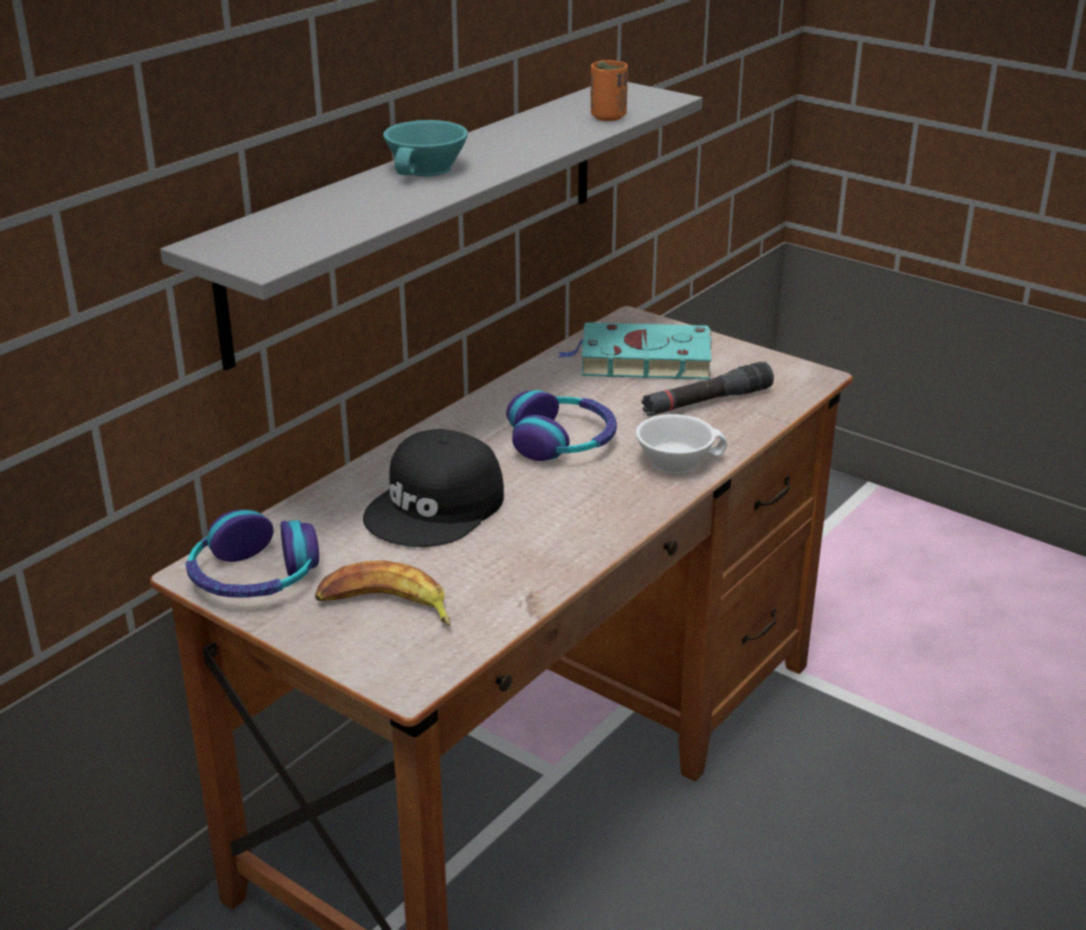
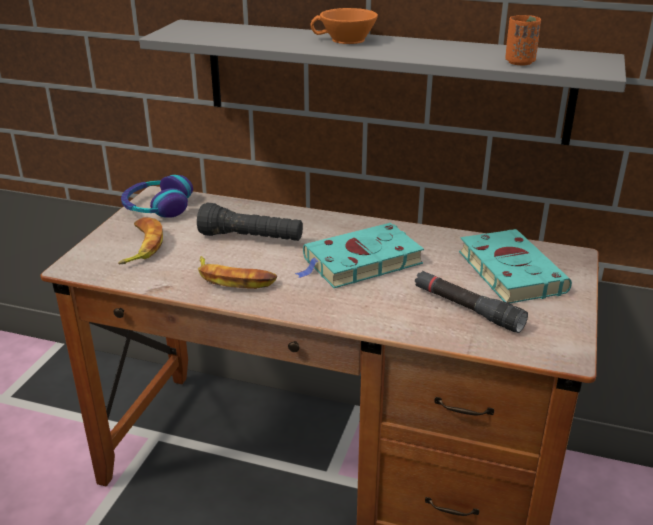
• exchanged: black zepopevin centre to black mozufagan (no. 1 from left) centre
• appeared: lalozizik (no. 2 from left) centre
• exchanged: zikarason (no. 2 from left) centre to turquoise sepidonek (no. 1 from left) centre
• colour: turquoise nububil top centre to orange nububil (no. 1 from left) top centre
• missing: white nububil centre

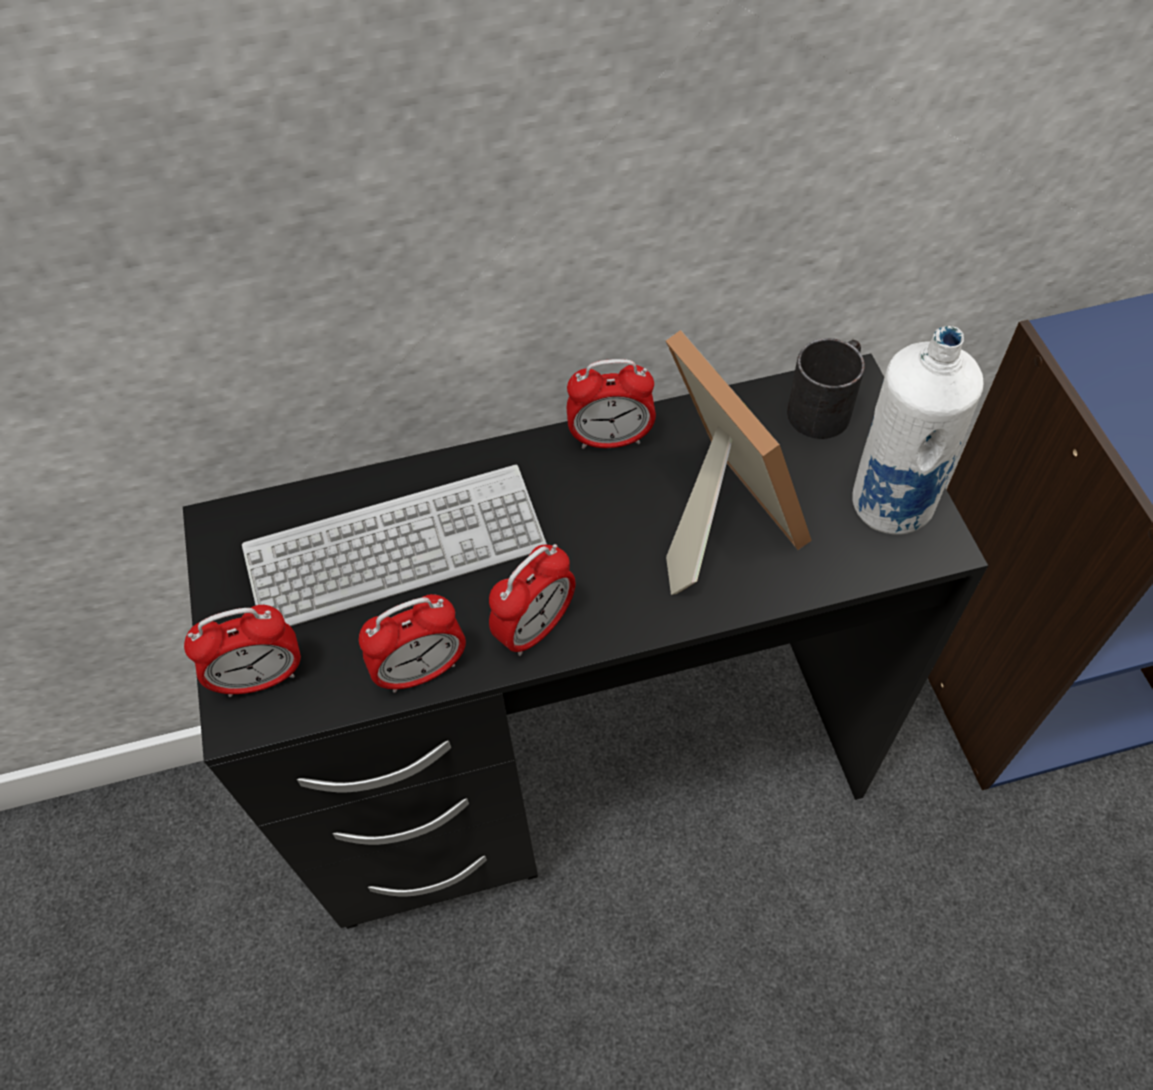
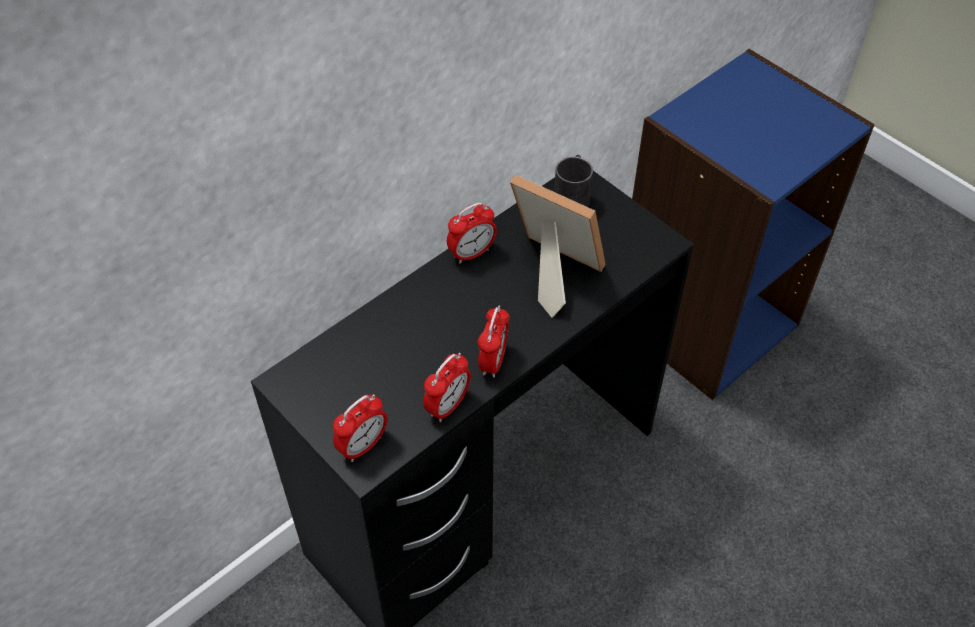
• missing: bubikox centre
• missing: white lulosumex middle right

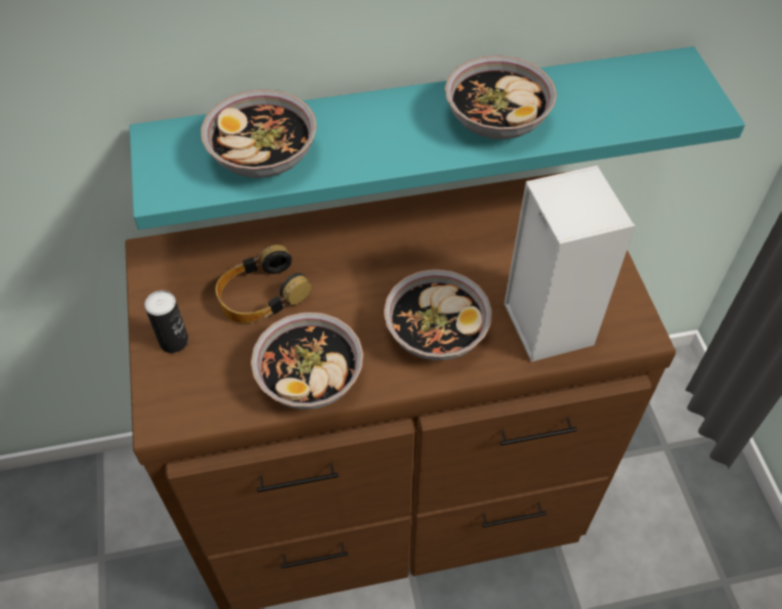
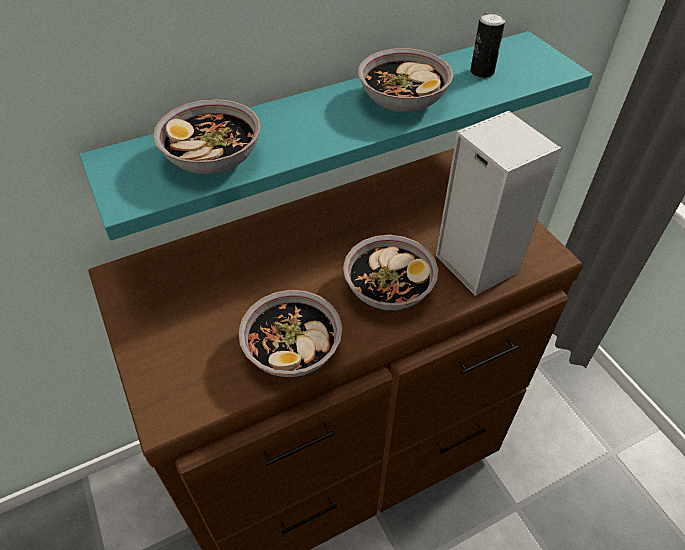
• relocated: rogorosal middle left to top right
• missing: zikarason centre

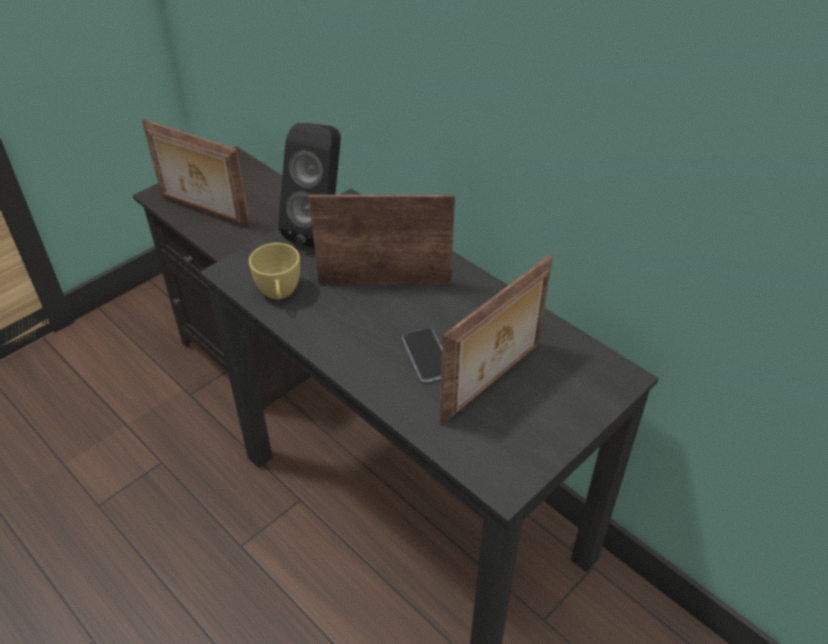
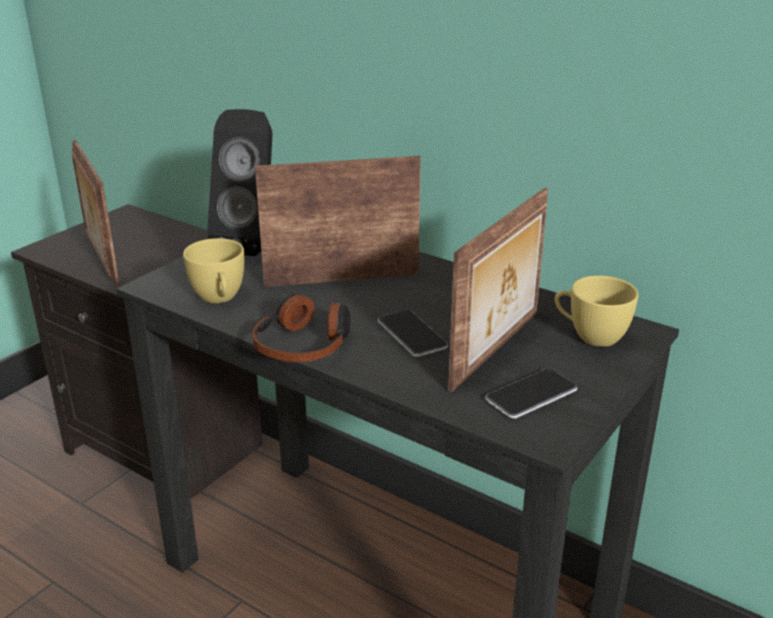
• spun: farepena (no. 1 from left) top left = middle left 45 degrees clockwise
• appeared: zikarason centre
• appeared: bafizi (no. 2 from left) middle right
• appeared: yellow nububil (no. 2 from left) middle right

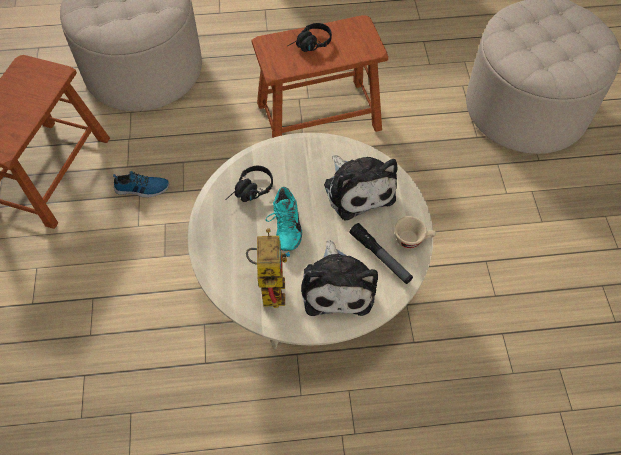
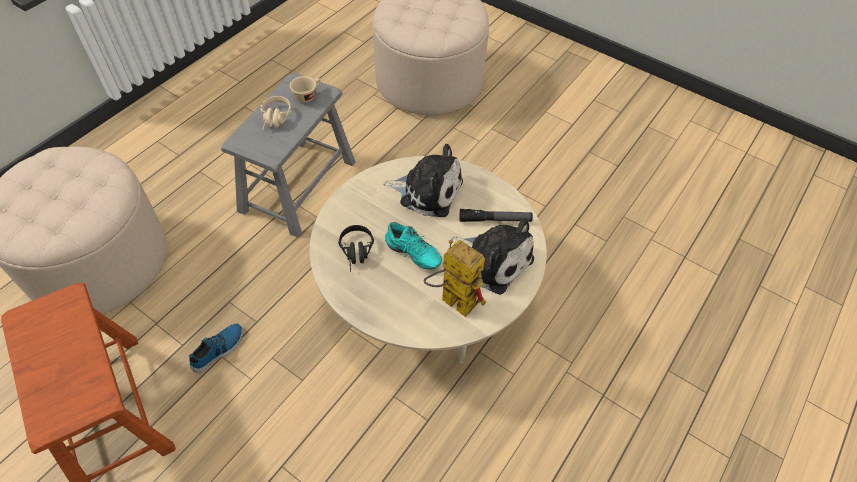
• colour: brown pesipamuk (no. 2 from left) top centre to grey pesipamuk top centre
• colour: black zikarason (no. 2 from left) top centre to beige zikarason top left
• relocated: beige nububil middle right to top centre

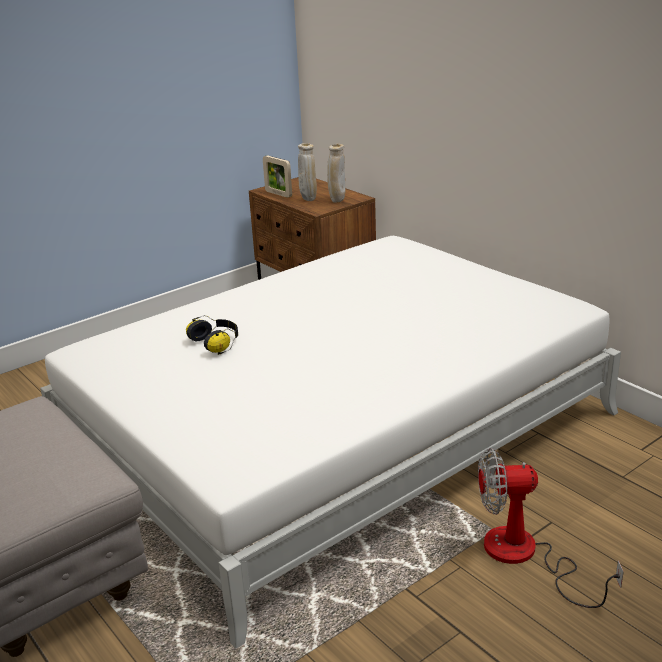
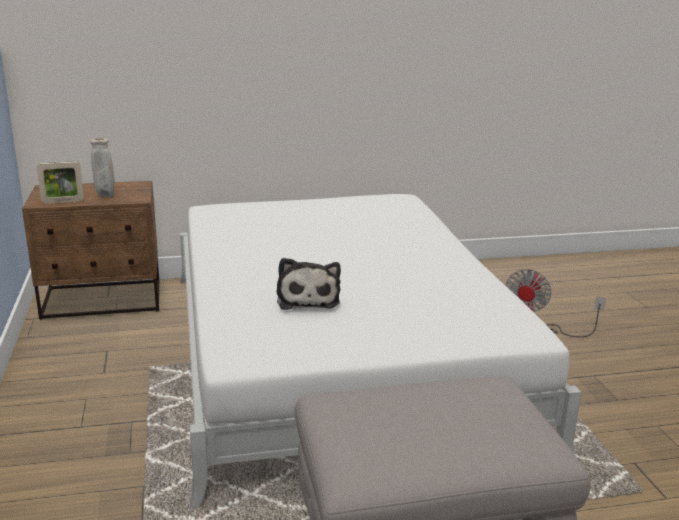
• exchanged: zikarason middle left to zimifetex centre
• missing: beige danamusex (no. 2 from left) top centre

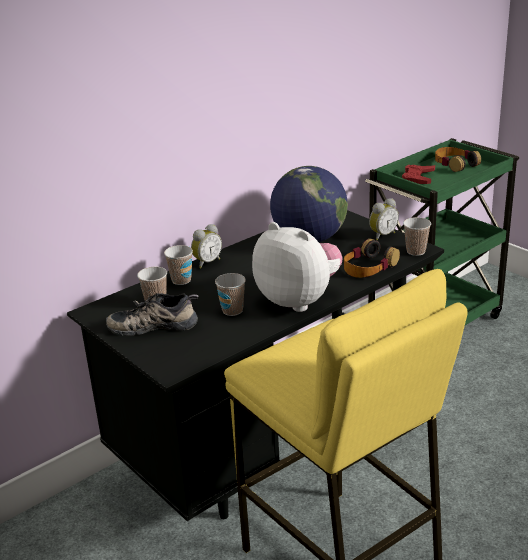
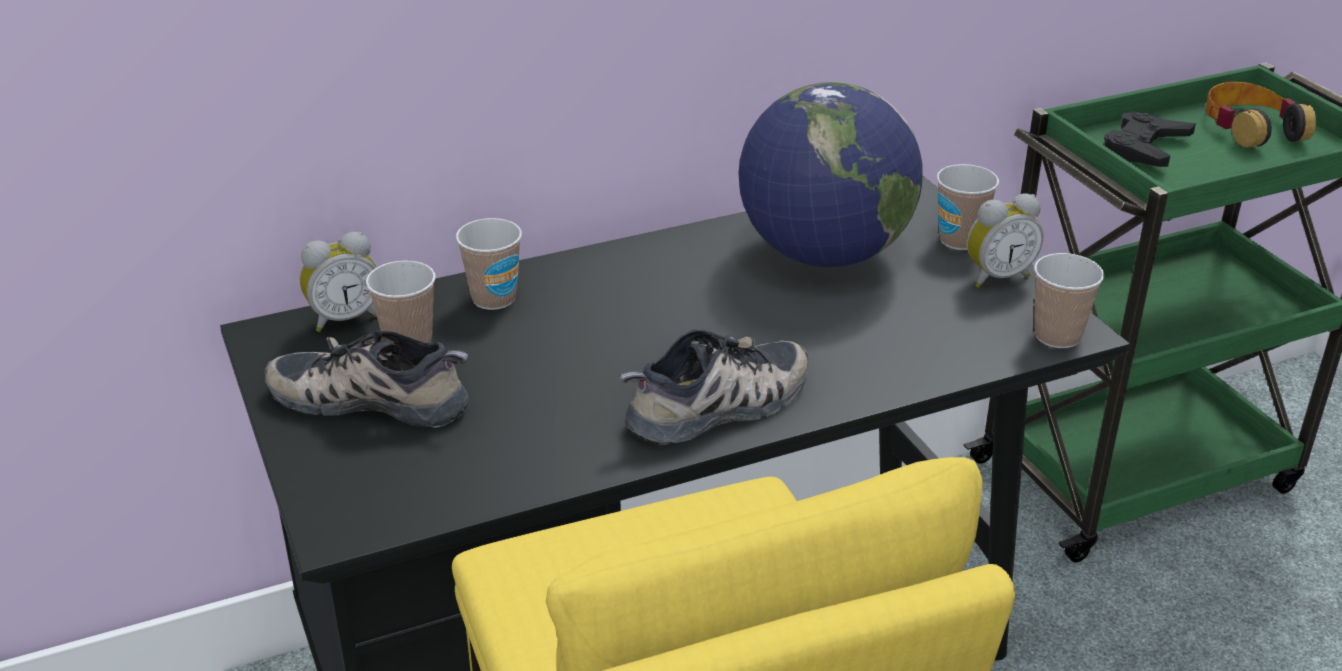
• relocated: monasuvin (no. 1 from left) centre to middle left
• exchanged: zimifetex centre to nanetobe (no. 2 from left) centre
• relocated: nububil (no. 3 from left) centre to top right
• colour: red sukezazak top right to black sukezazak top right
• missing: zikarason (no. 1 from left) middle right

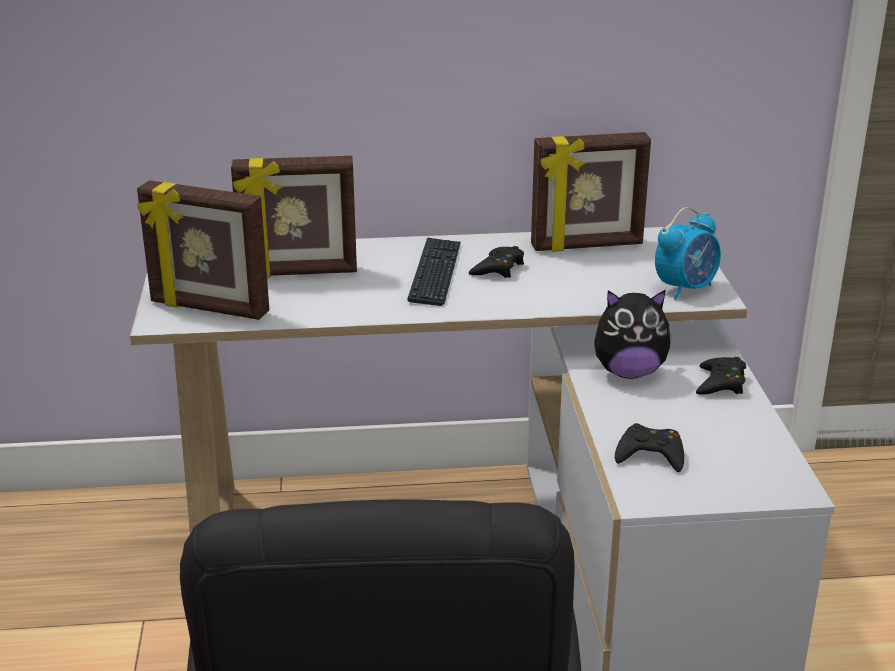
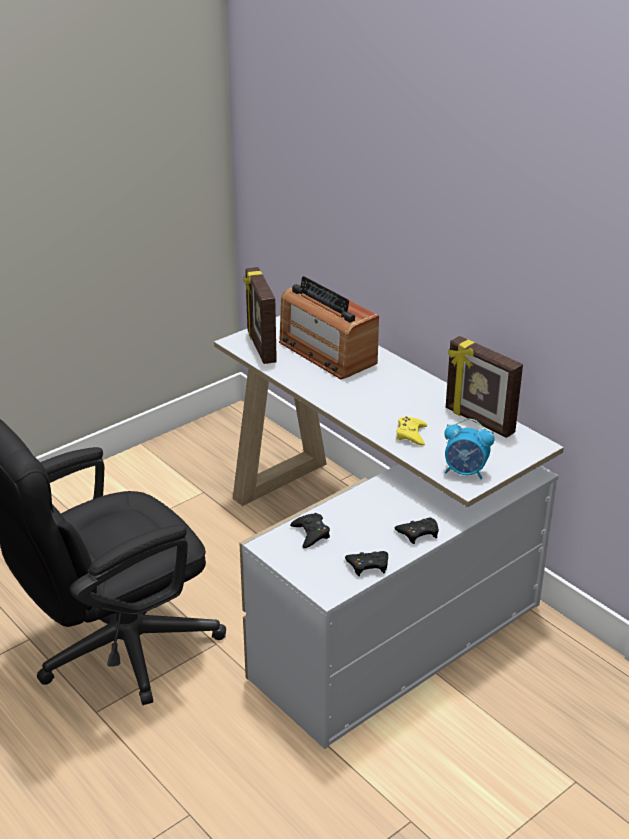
• exchanged: farepena (no. 2 from left) top left to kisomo centre
• relocated: black sukezazak (no. 1 from left in the first image) centre to black sukezazak (no. 2 from left) bottom centre
• appeared: yellow sukezazak centre
• missing: bubikox centre
• missing: zimifetex middle right

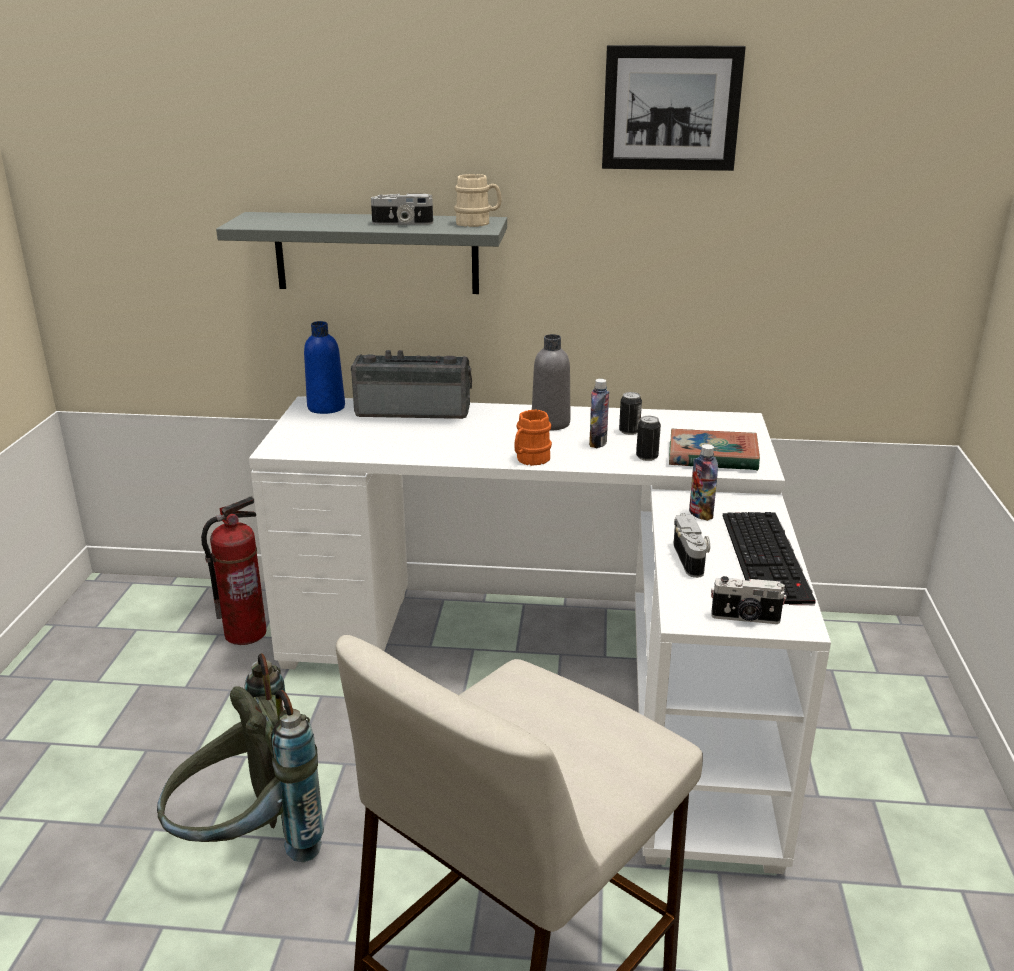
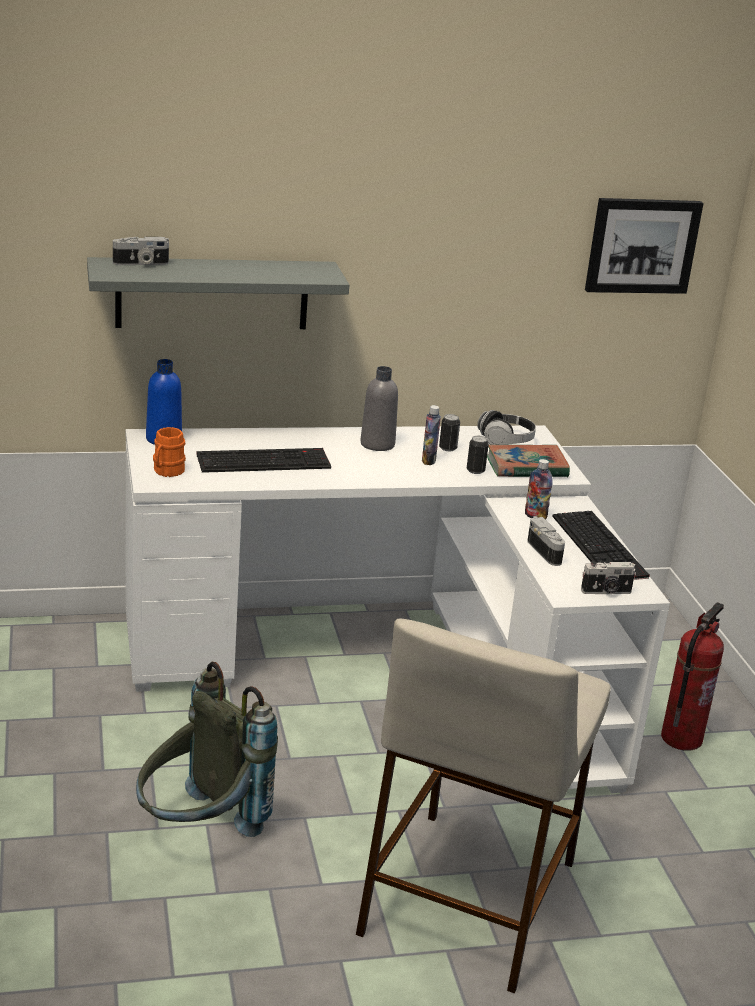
• relocated: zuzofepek (no. 1 from left) top centre to top left
• relocated: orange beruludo centre to middle left
• appeared: bubikox (no. 1 from left) centre
• appeared: zikarason middle right
• relocated: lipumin top centre to top right
• relocated: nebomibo middle left to bottom right
• missing: kisomo centre
• missing: beige beruludo top centre

